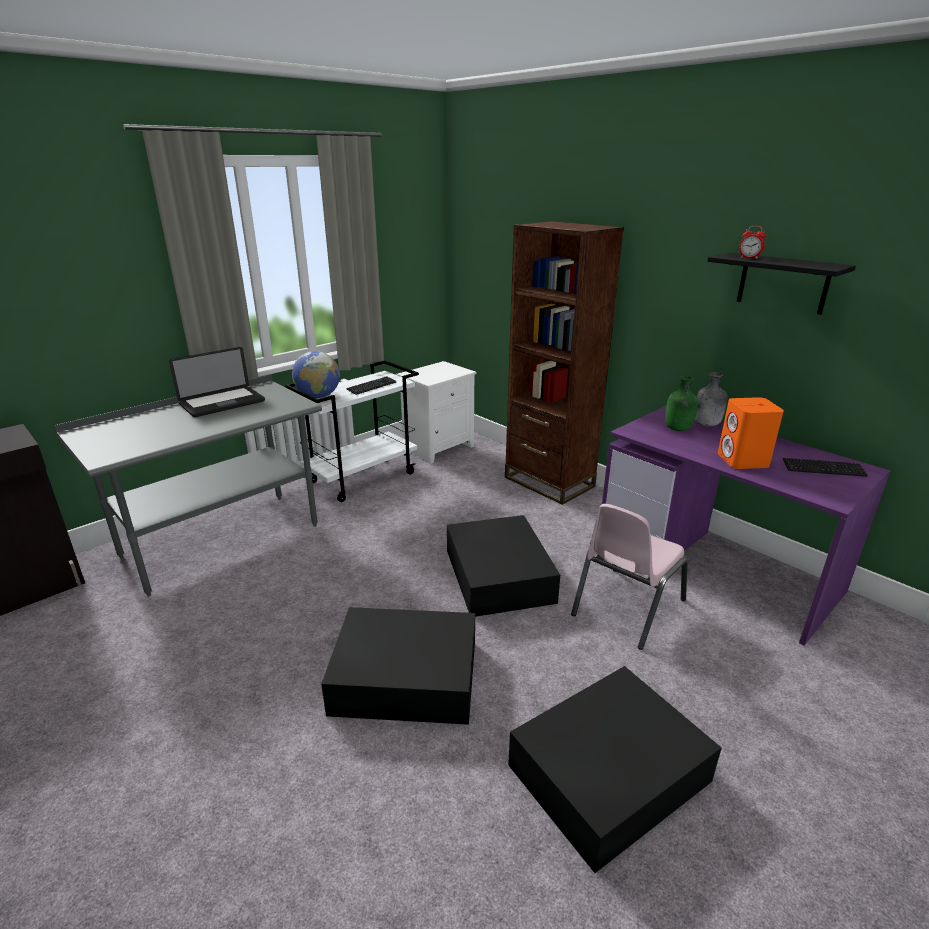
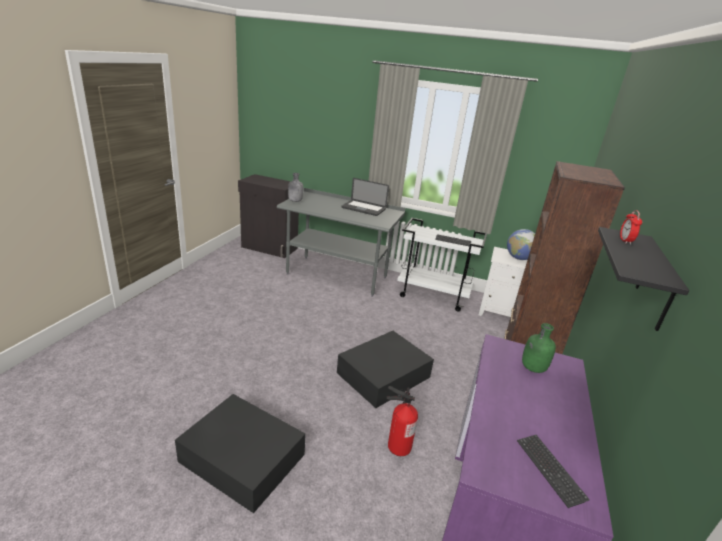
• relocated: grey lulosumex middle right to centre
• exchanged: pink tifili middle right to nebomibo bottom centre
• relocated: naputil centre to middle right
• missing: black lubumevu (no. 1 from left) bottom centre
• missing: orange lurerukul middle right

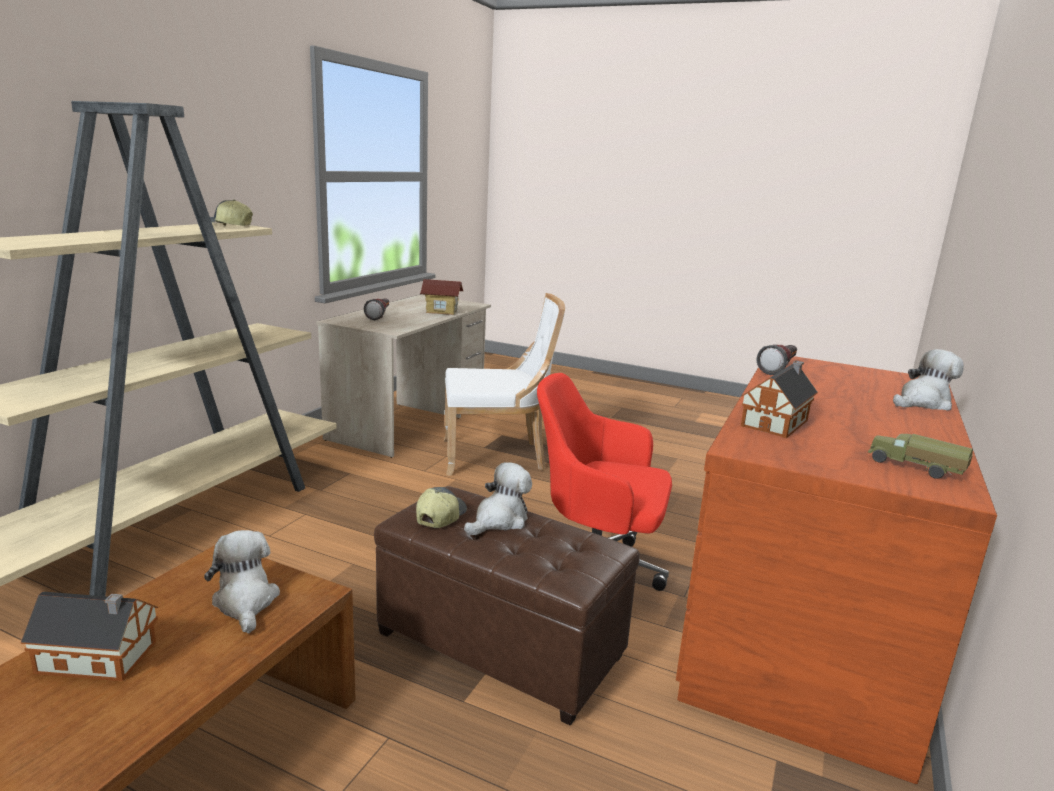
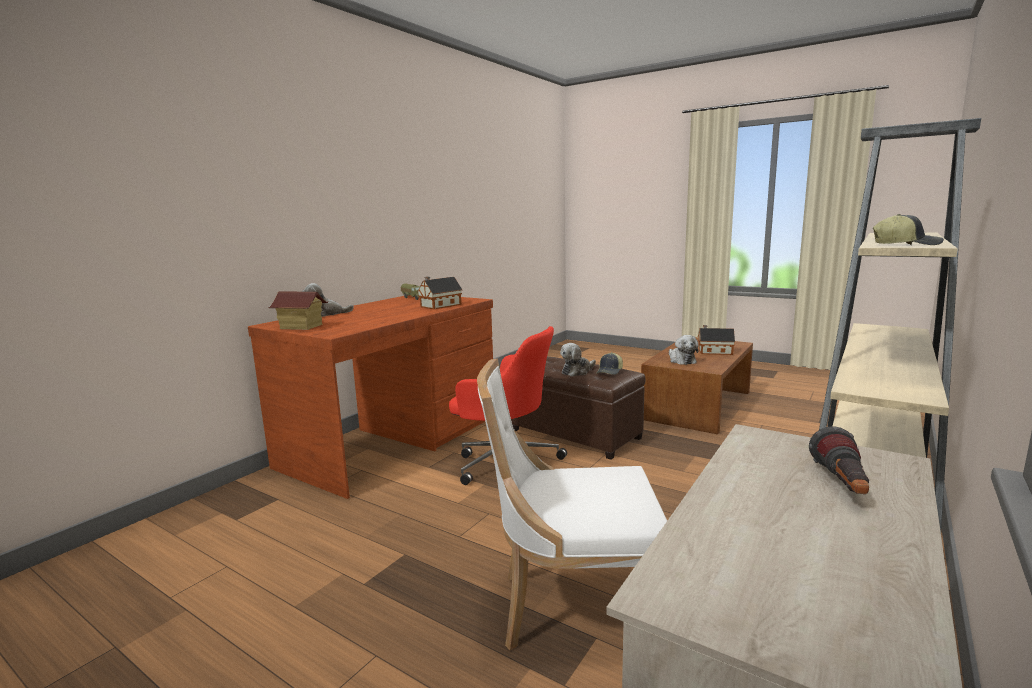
• relocated: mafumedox (no. 2 from left in the first image) centre to mafumedox (no. 1 from left) middle left
• missing: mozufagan (no. 2 from left) middle right

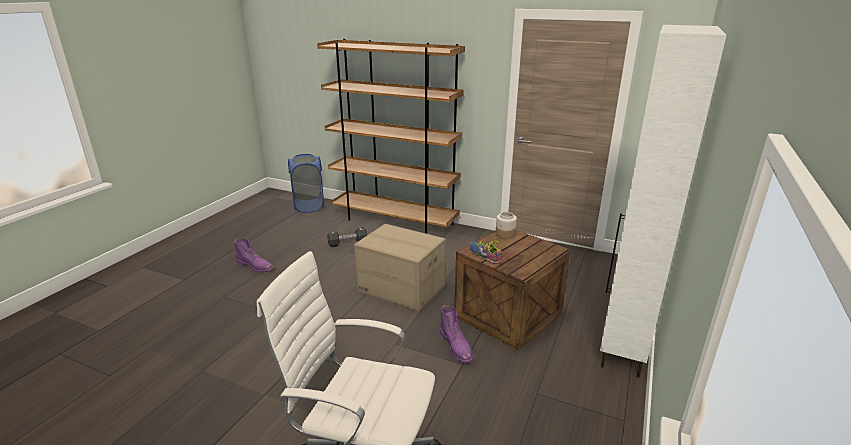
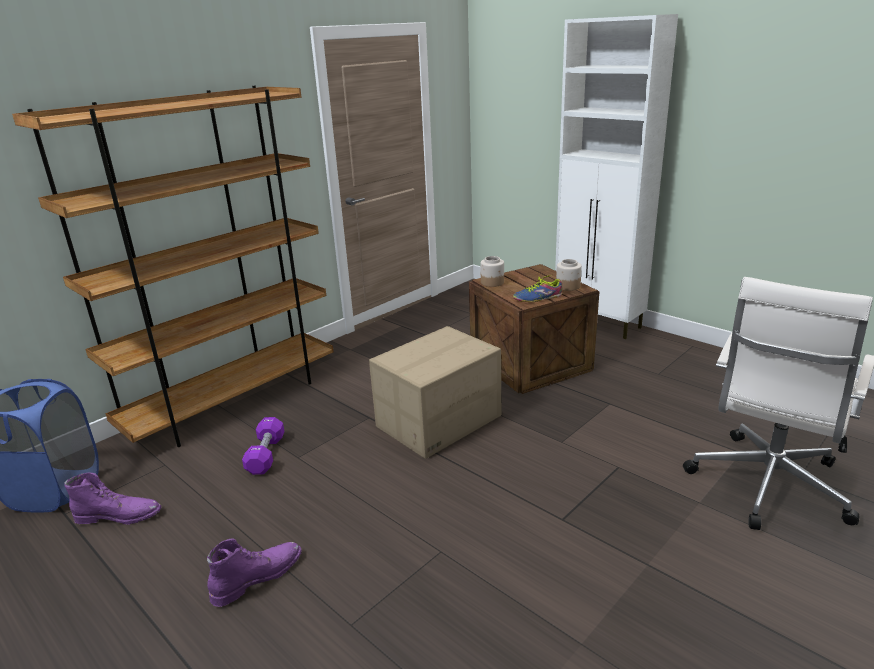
• relocated: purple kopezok (no. 2 from left in the first image) bottom centre to purple kopezok (no. 1 from left) bottom left
• colour: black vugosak centre to purple vugosak bottom left
• appeared: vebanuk (no. 2 from left) centre

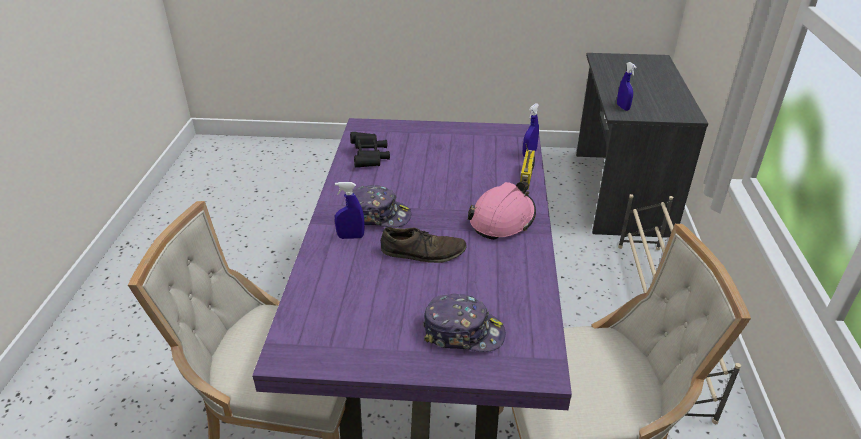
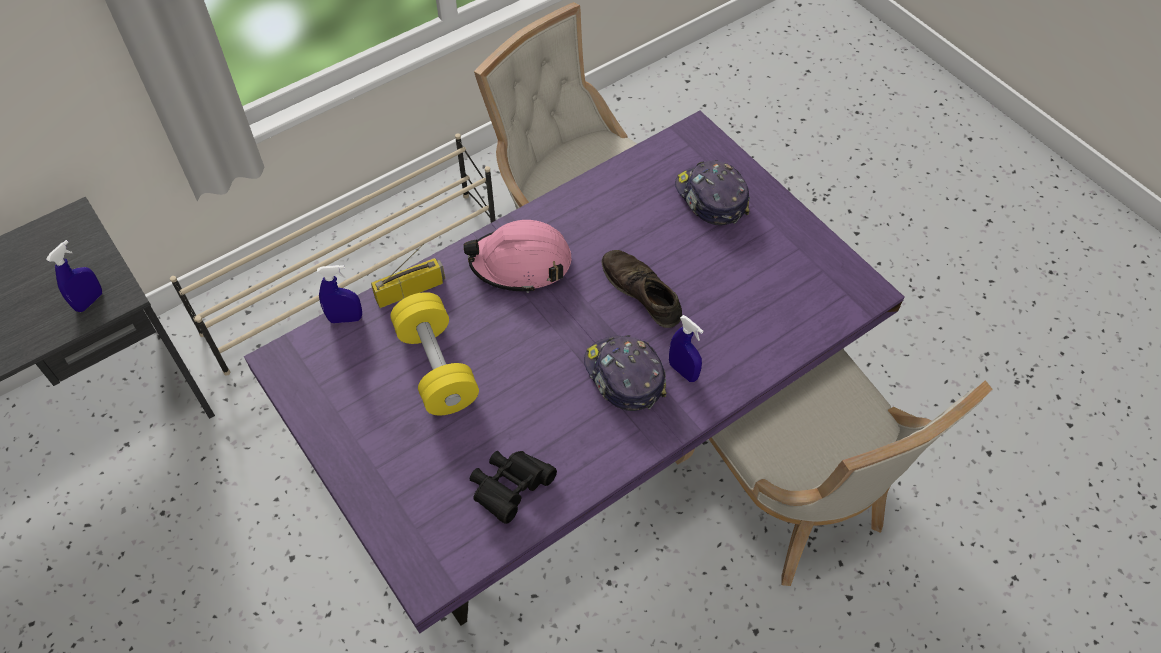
• appeared: yellow vugosak centre

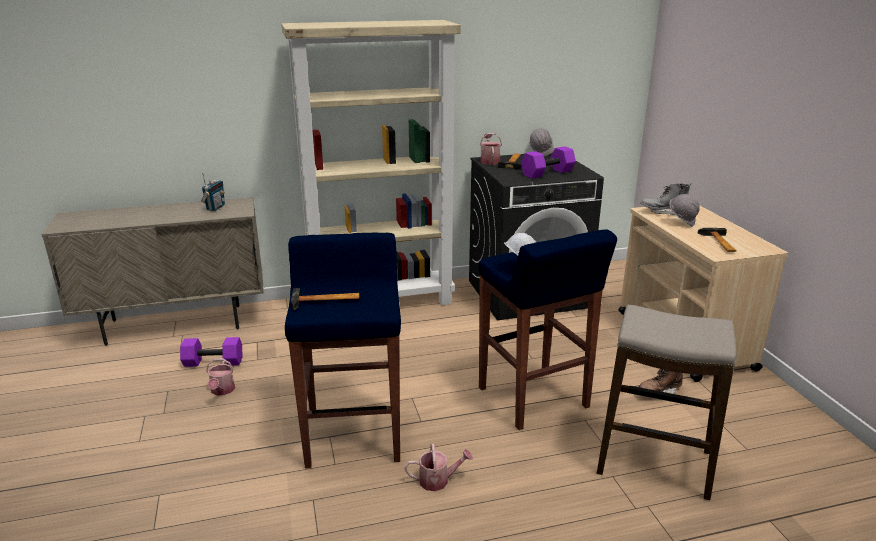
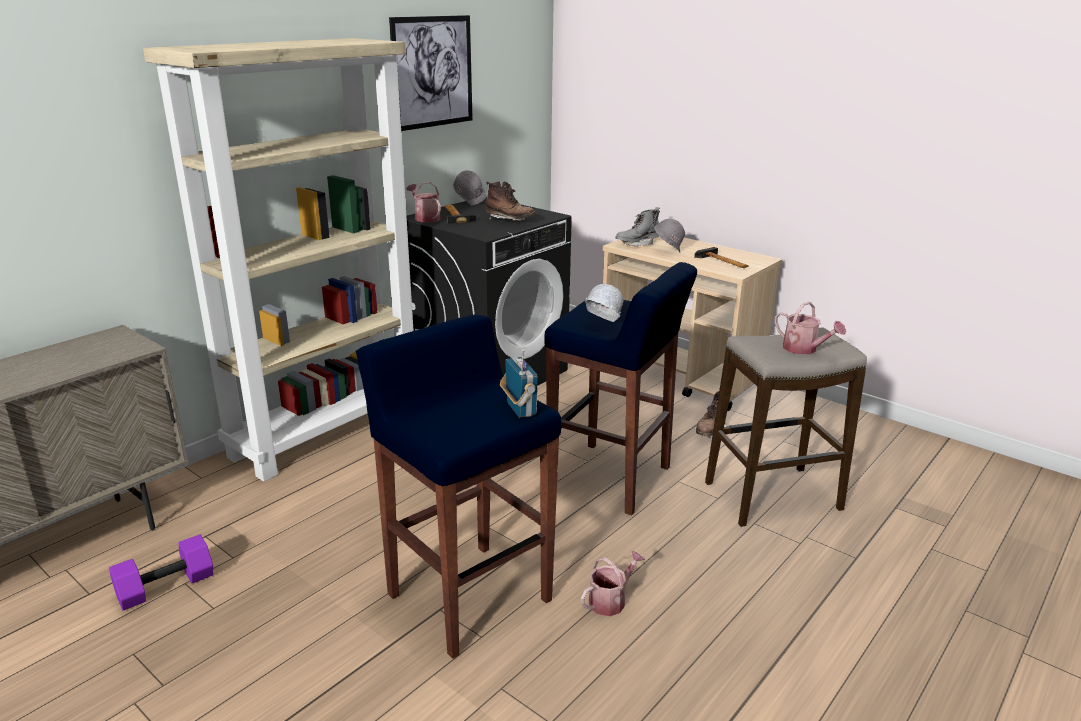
• appeared: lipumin top centre
• exchanged: purple vugosak (no. 2 from left) top centre to brown kopezok (no. 1 from left) top centre
• relocated: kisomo middle left to centre
• relocated: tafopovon (no. 1 from left in the first image) bottom left to tafopovon (no. 3 from left) middle right
• missing: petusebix (no. 1 from left) centre

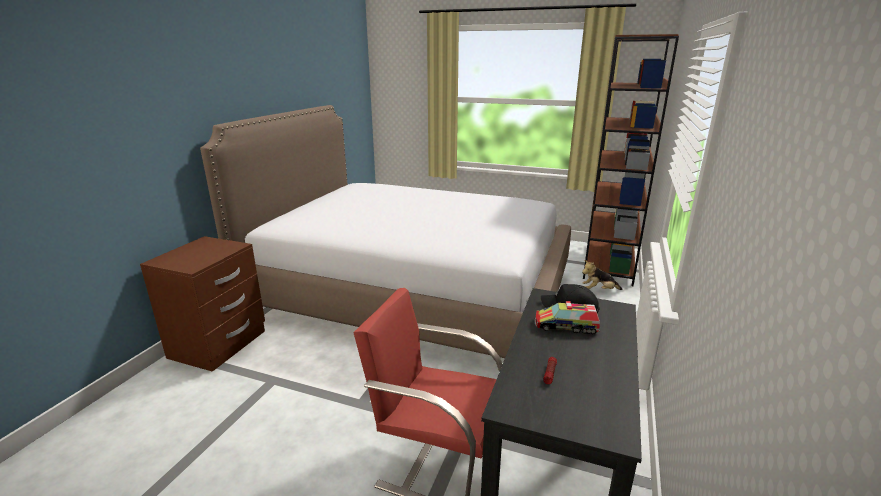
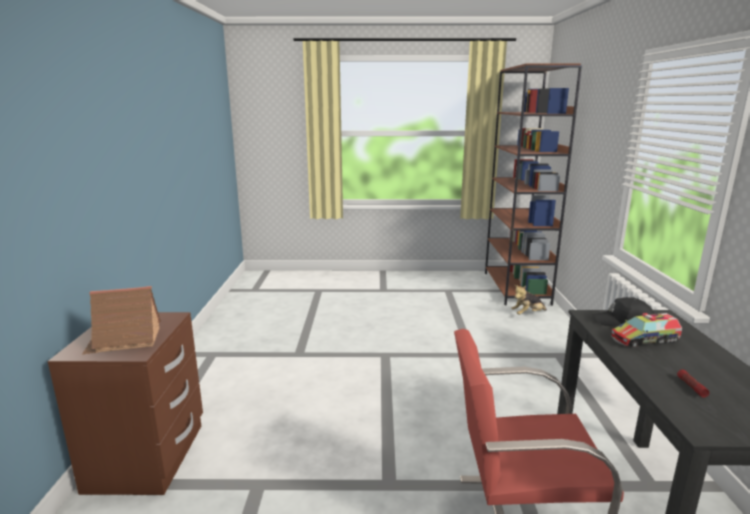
• appeared: mafumedox middle left
• missing: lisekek centre

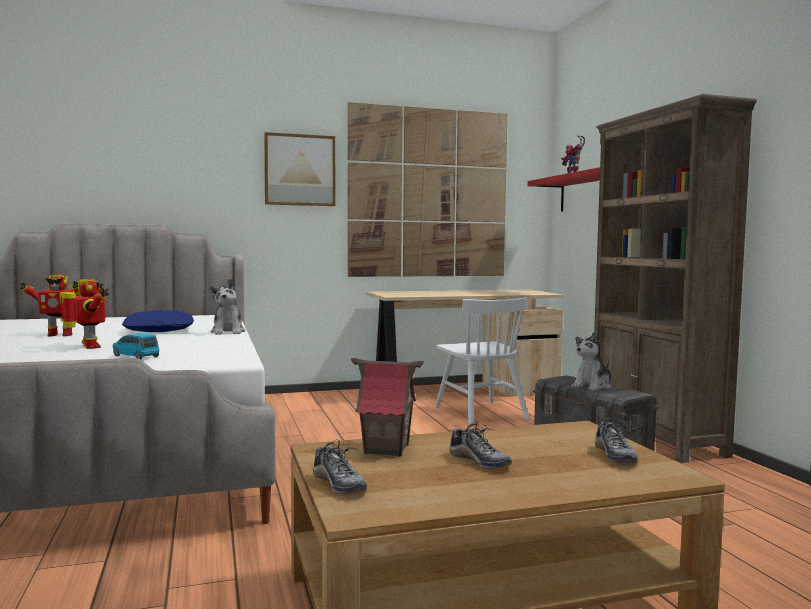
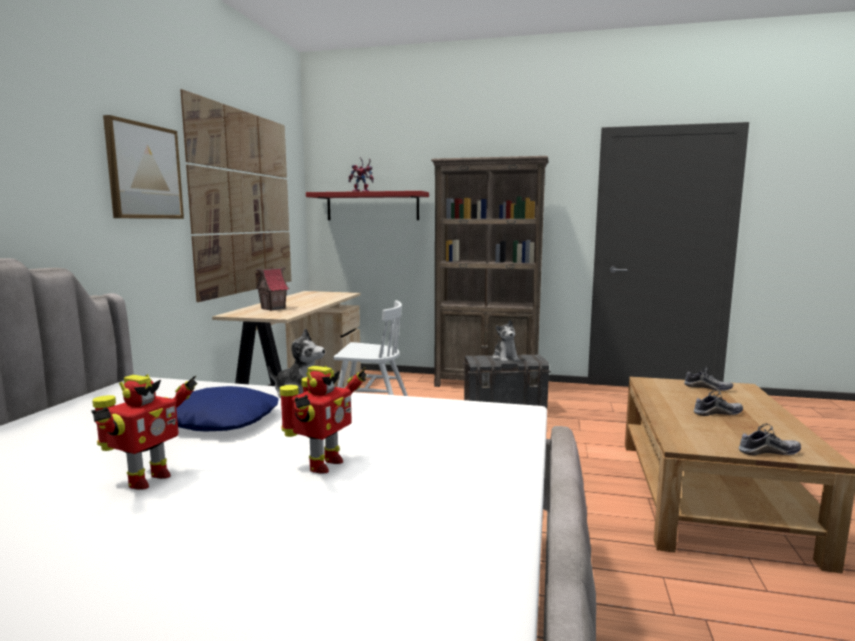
• relocated: mafumedox bottom centre to middle left
• spun: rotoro (no. 2 from left) middle left = centre 120 degrees clockwise
• missing: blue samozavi middle left

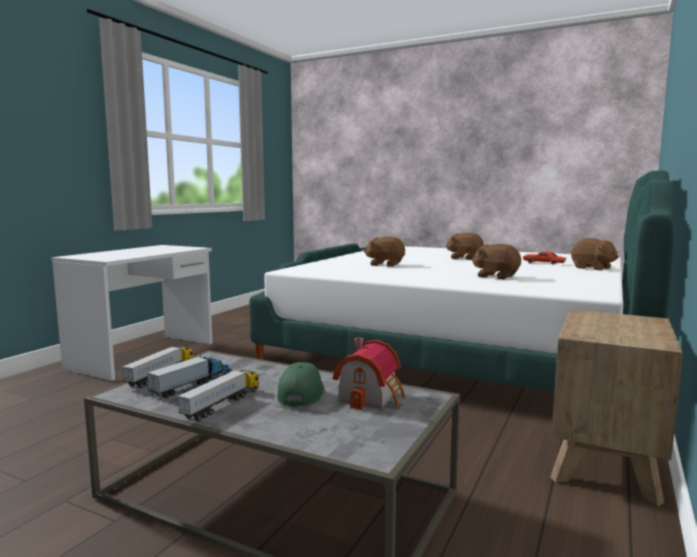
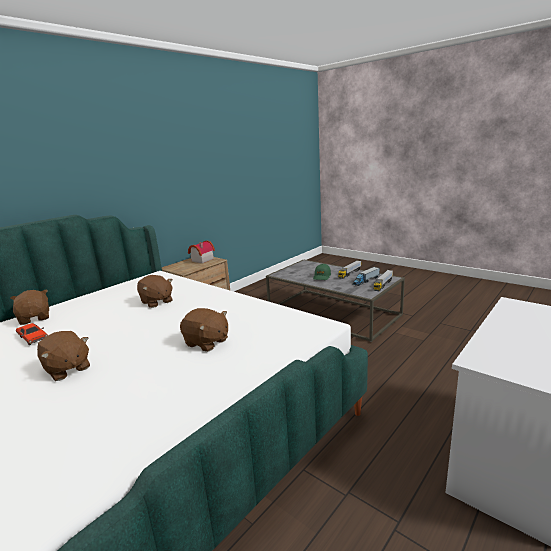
• relocated: mafumedox bottom centre to centre

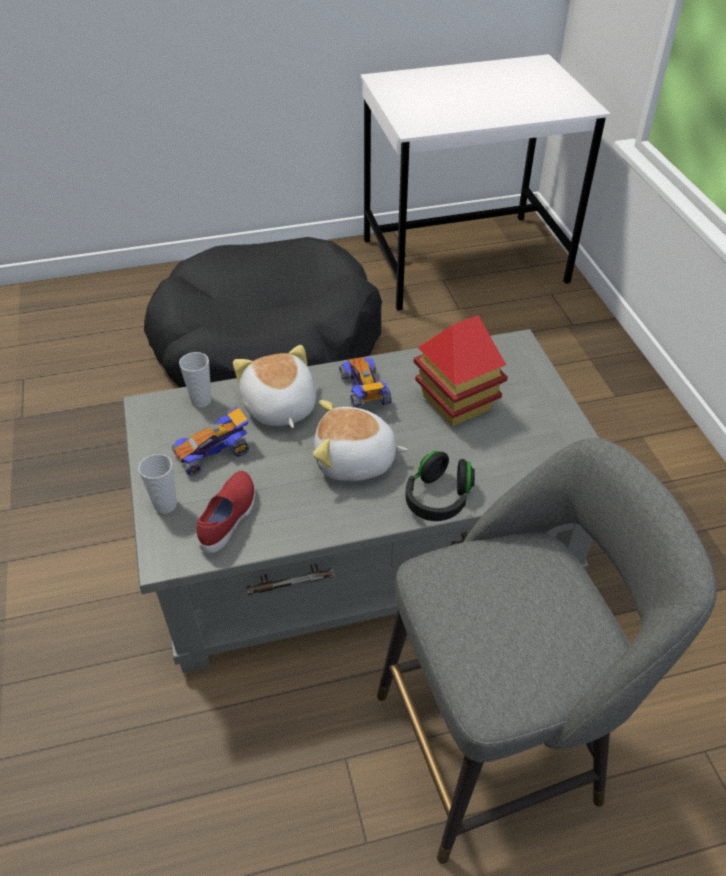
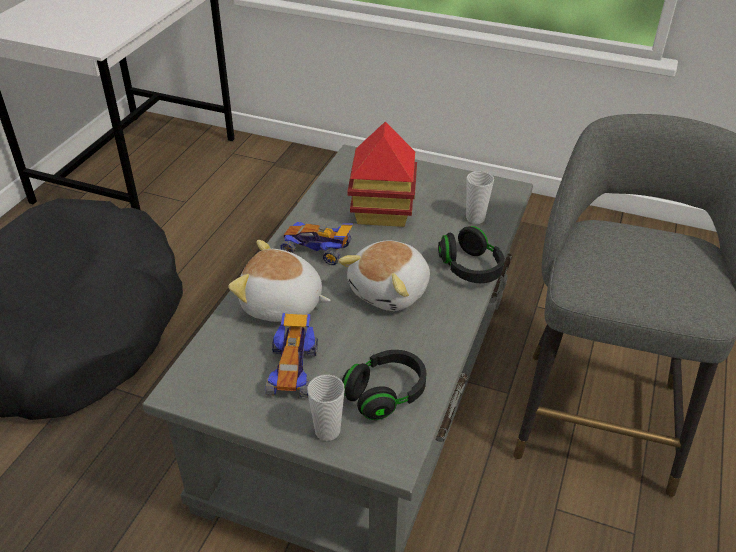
• exchanged: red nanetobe middle left to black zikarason (no. 1 from left) bottom centre
• relocated: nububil (no. 2 from left) middle left to centre

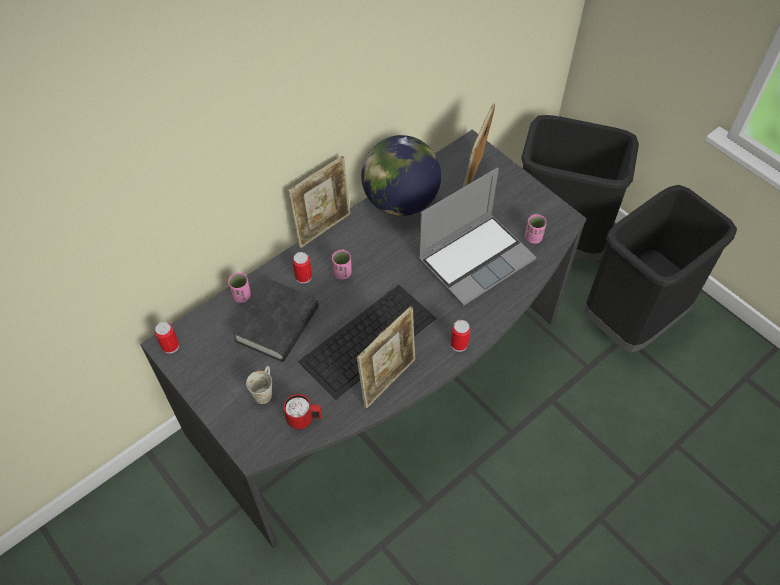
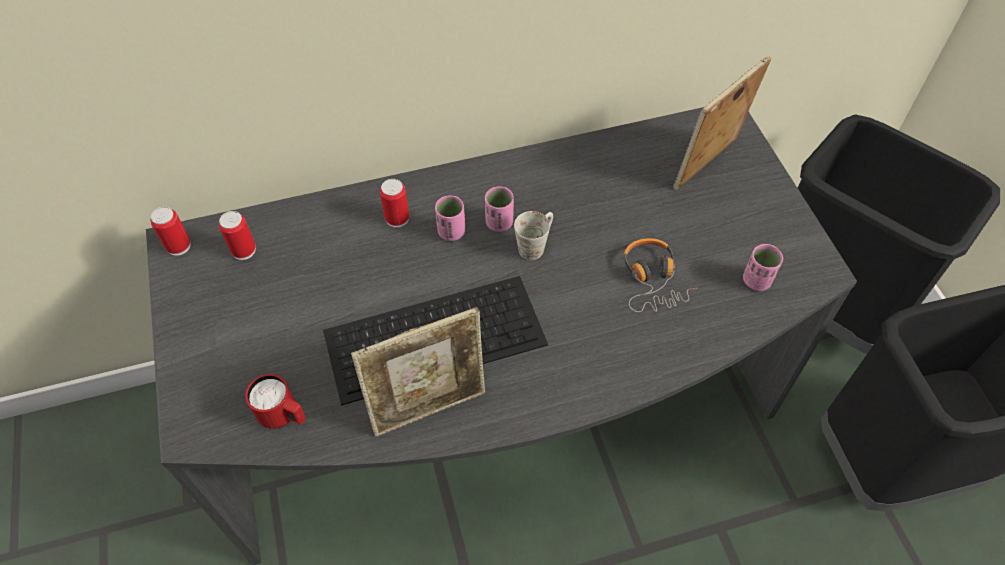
• relocated: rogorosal (no. 3 from left in the first image) centre to rogorosal (no. 2 from left) middle left
• relocated: pink nububil (no. 1 from left in the first image) middle left to pink nububil (no. 2 from left) centre
• relocated: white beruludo middle left to centre
• exchanged: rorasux centre to zikarason centre
• missing: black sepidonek centre
• missing: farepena (no. 1 from left) centre
• missing: naputil top centre

